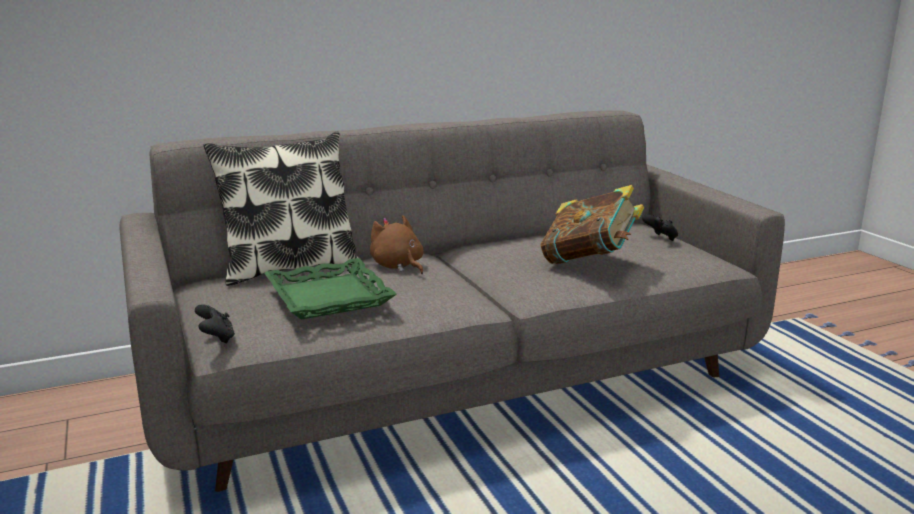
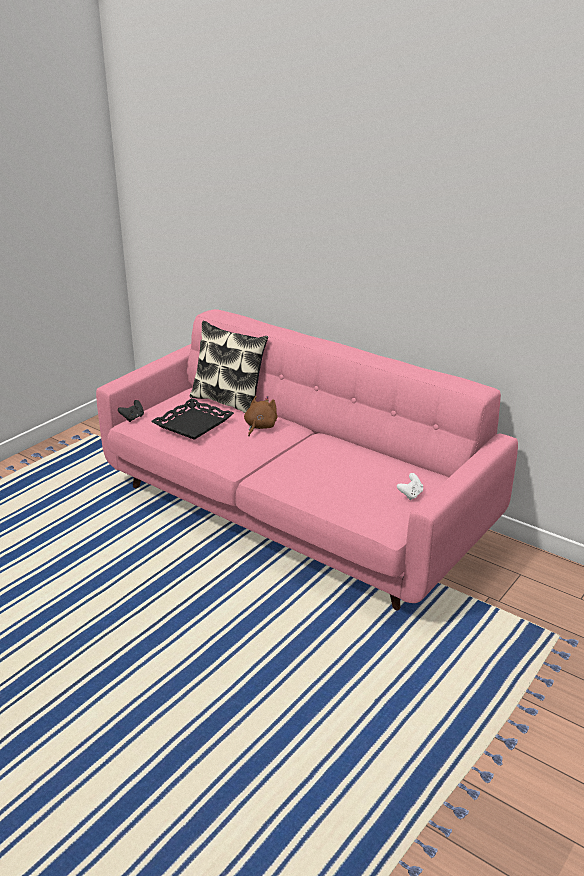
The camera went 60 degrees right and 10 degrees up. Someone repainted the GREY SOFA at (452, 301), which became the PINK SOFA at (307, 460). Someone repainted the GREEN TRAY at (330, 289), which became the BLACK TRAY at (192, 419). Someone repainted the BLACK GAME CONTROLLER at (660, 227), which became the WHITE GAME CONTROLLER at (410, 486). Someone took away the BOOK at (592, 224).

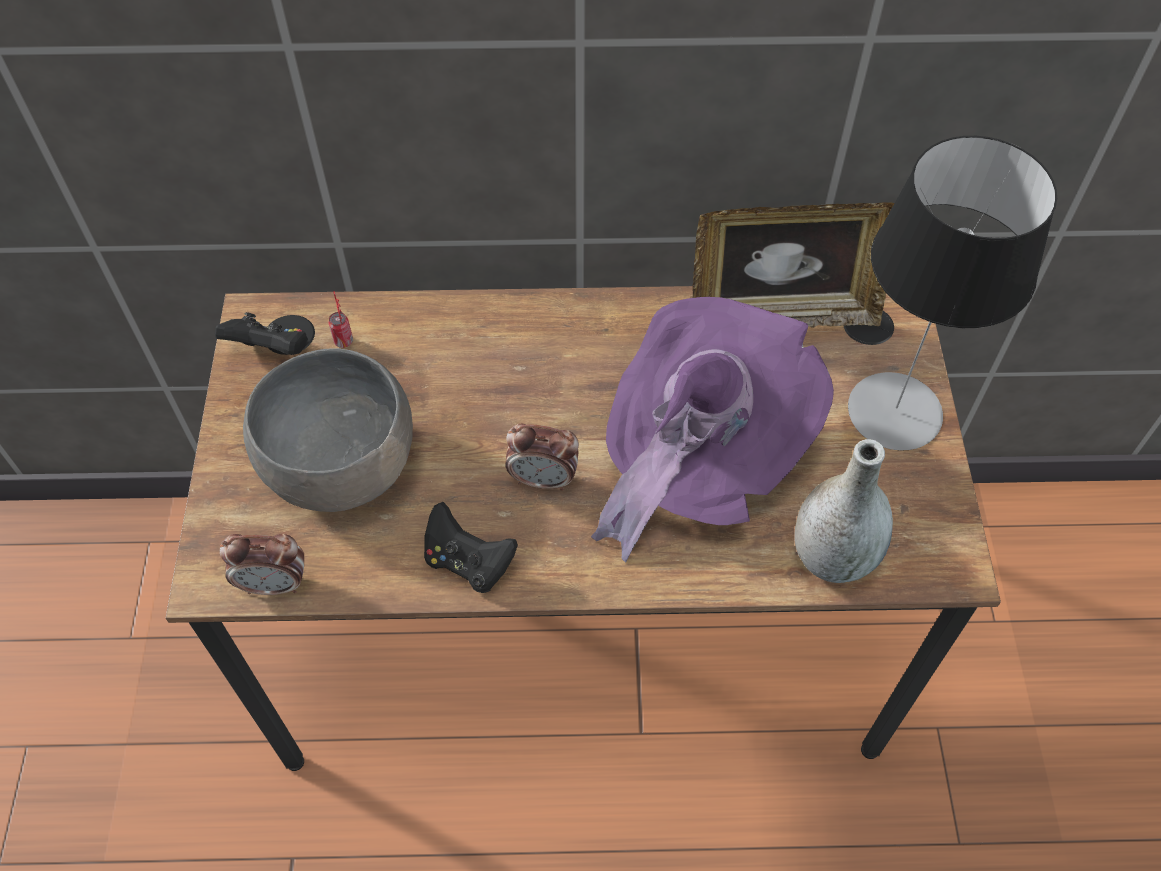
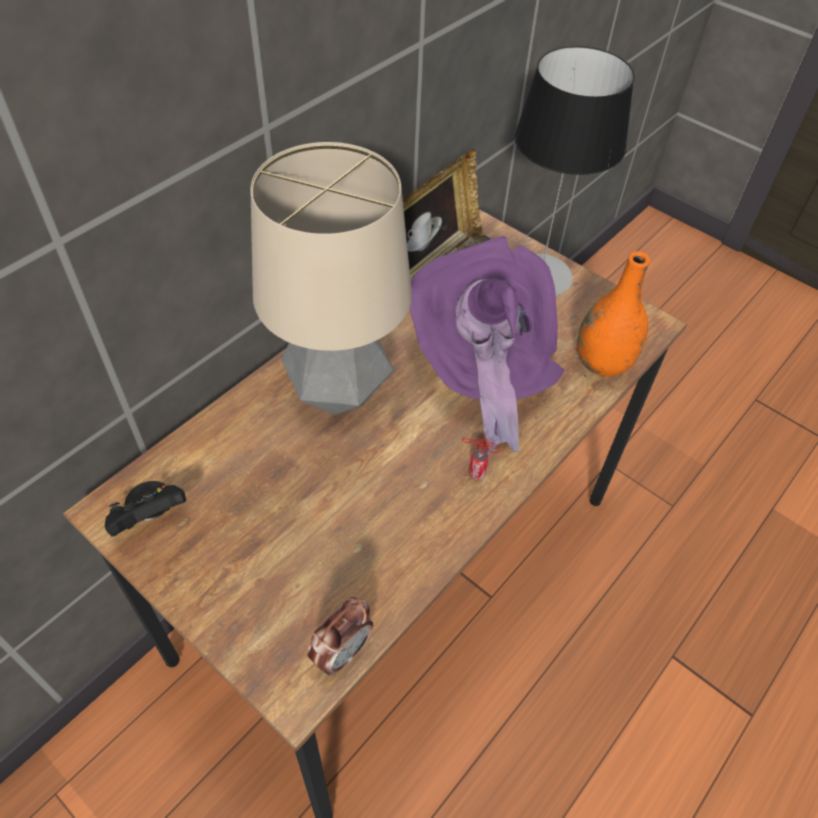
The camera went 50 degrees left and 5 degrees down. Someone put down the TABLE LAMP at (331, 278). Someone carried the CAN from (340, 319) to (481, 456). Someone repainted the GREY VASE at (844, 511), which became the ORANGE VASE at (613, 314). Someone took away the GREY BOWL at (328, 430). Someone took away the BLACK GAME CONTROLLER at (471, 547). Someone took away the ALARM CLOCK at (542, 457).

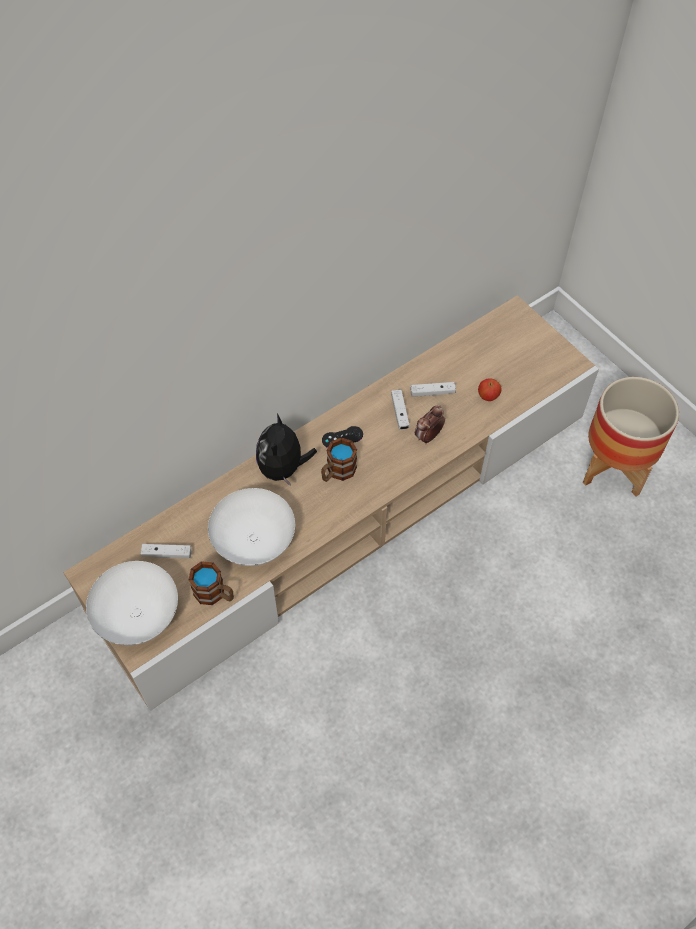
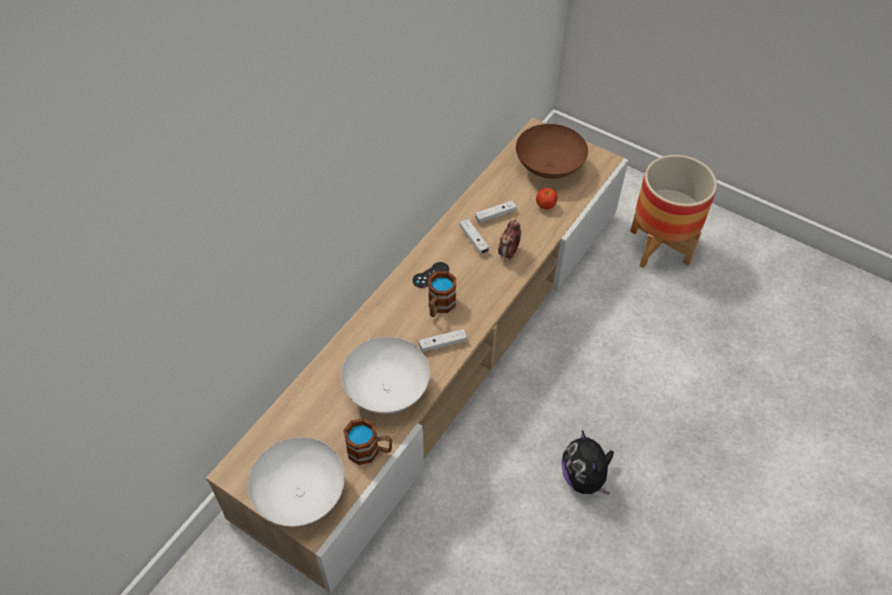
The camera went 20 degrees left and 5 degrees down. Someone carried the WHITE GAME CONTROLLER from (166, 551) to (443, 340). Someone put down the BROWN BOWL at (552, 151). Someone carried the PLUSH TOY from (286, 450) to (587, 462).

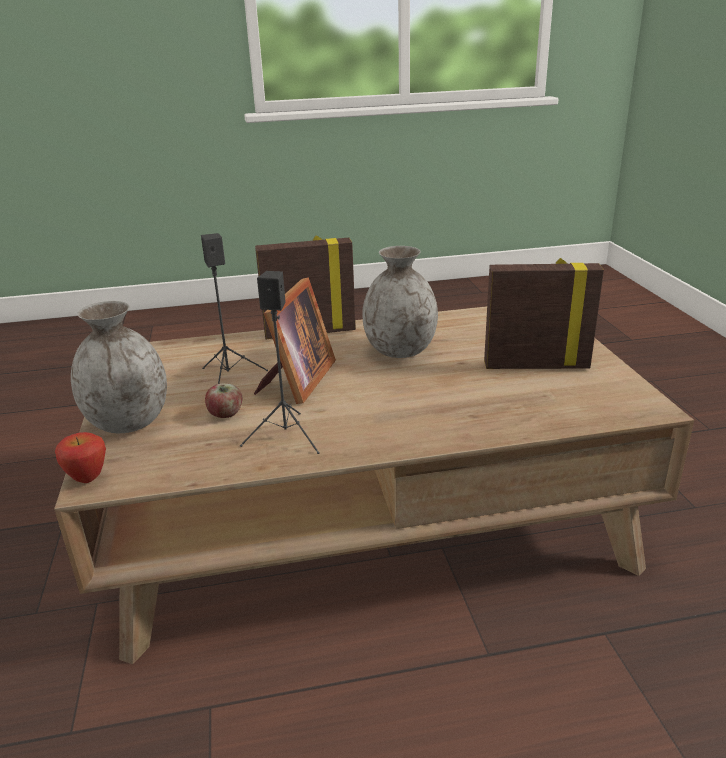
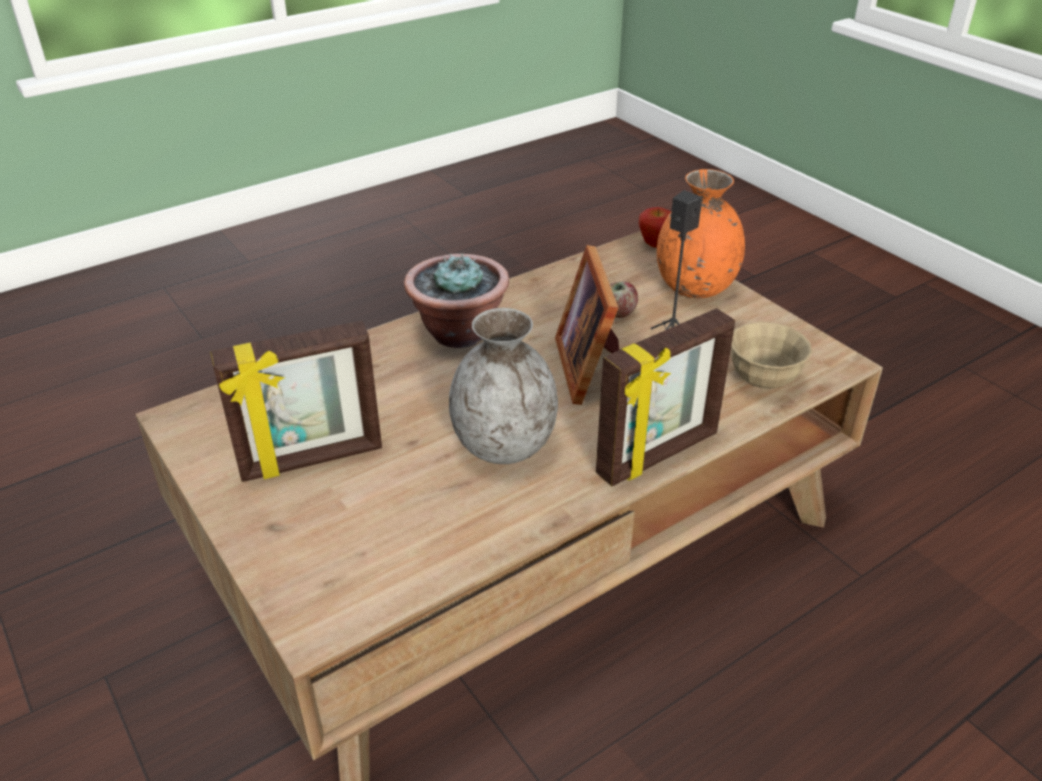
The camera went 155 degrees right and 10 degrees up. Someone put down the POTTED PLANT at (456, 301). Someone repainted the GREY VASE at (119, 367), which became the ORANGE VASE at (701, 233). Someone put down the BEIGE BOWL at (771, 355). Someone took away the BLACK SPEAKER at (280, 362).

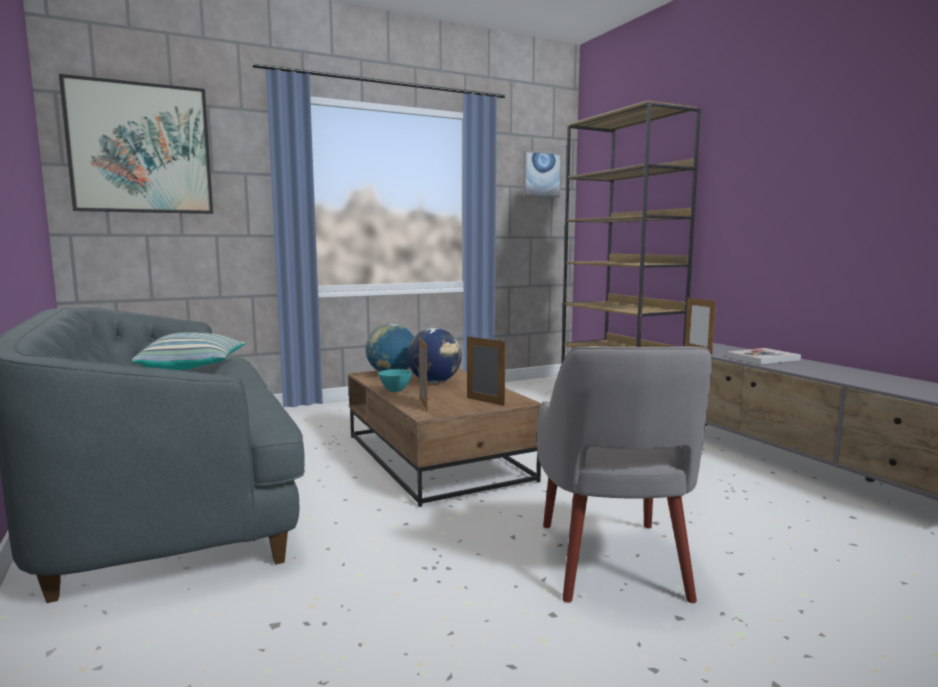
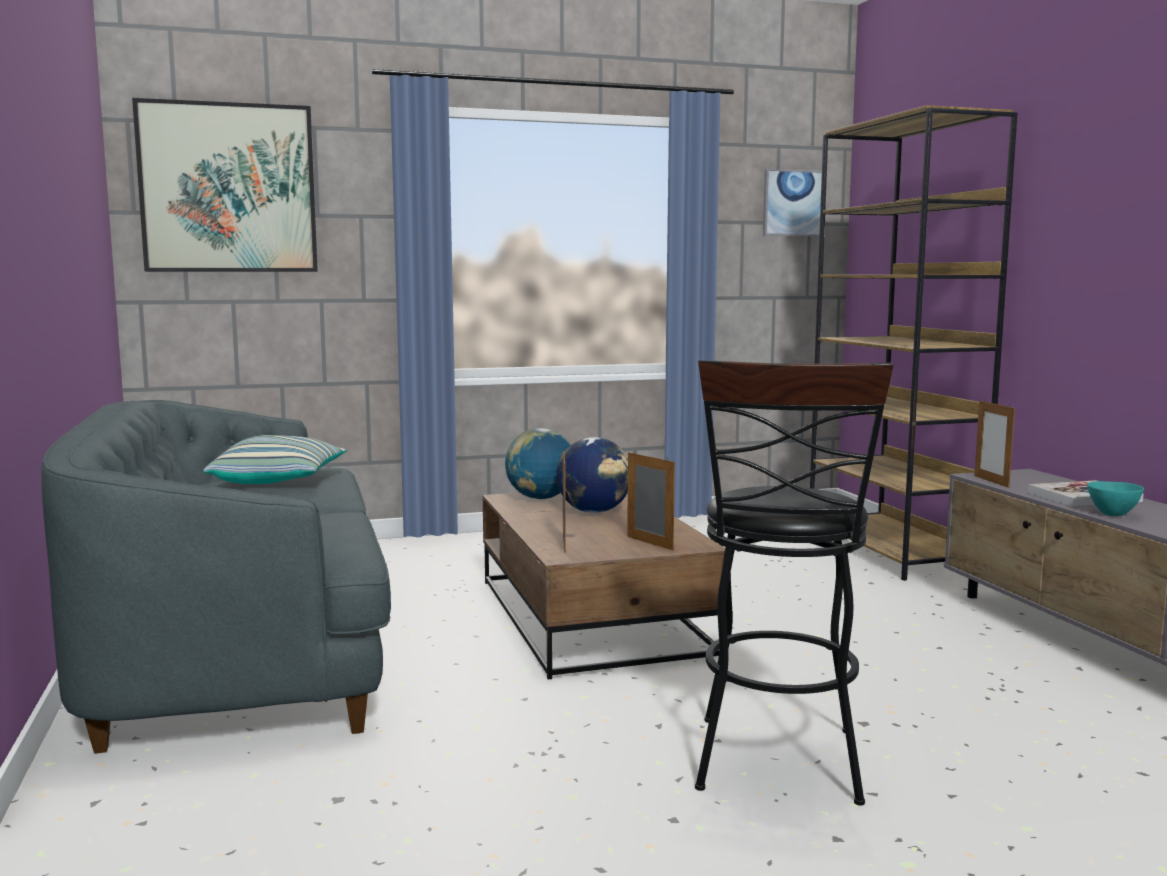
The camera went 10 degrees right and 0 degrees up. Someone swapped the GREY ARMCHAIR at (624, 474) for the BLACK STOOL at (794, 582). Someone carried the TURQUOISE BOWL from (395, 380) to (1115, 498).

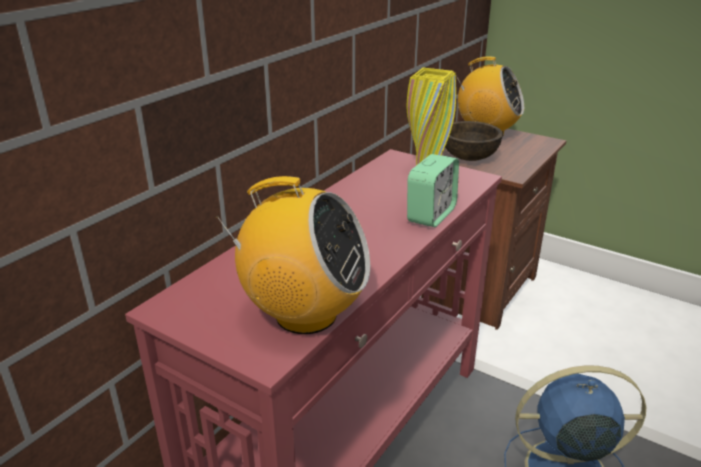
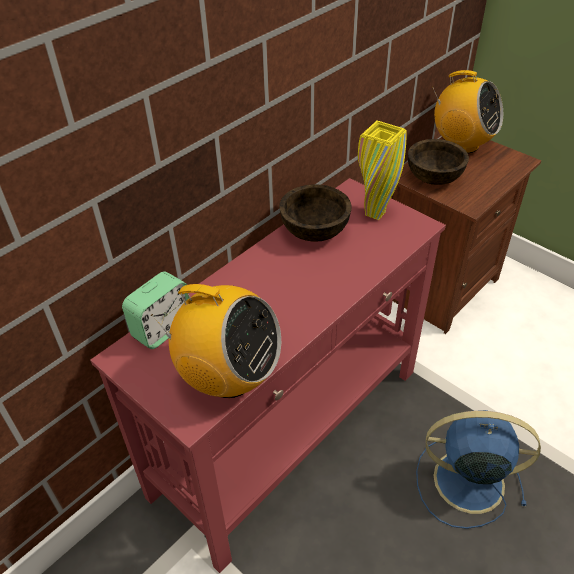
The camera went 10 degrees right and 15 degrees up. Someone carried the ALARM CLOCK from (433, 190) to (155, 310). Someone put down the BROWN BOWL at (315, 213).

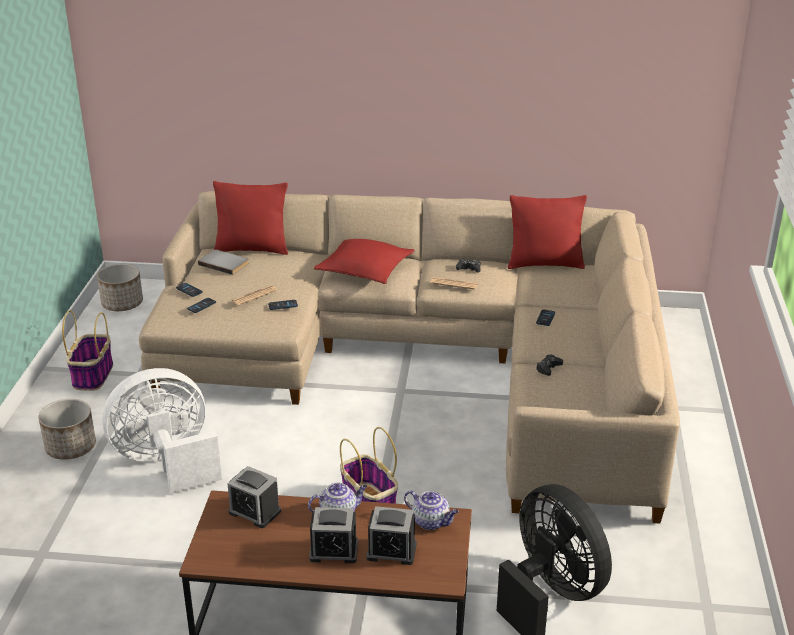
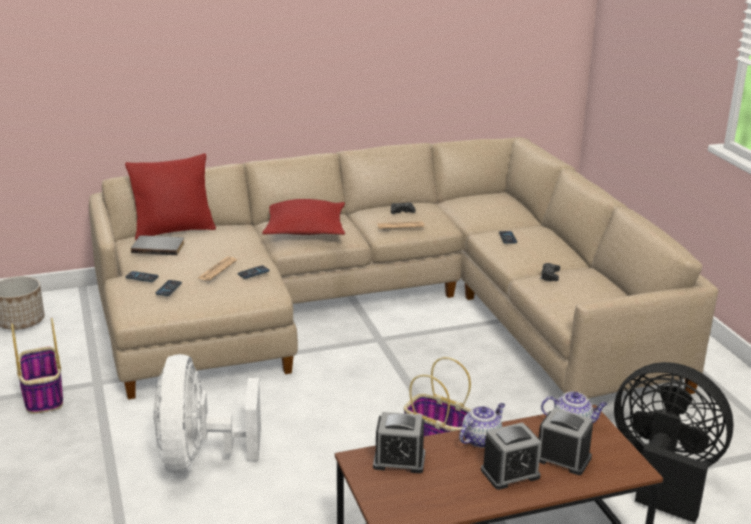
The camera went 25 degrees left and 5 degrees down. Someone rotated the WHITE FAN at (162, 430) by 45 degrees counterclockwise. Someone rotated the ALARM CLOCK at (391, 535) by 135 degrees counterclockwise. Someone took away the PLANTER at (67, 429). Someone took away the RED PILLOW at (547, 232).

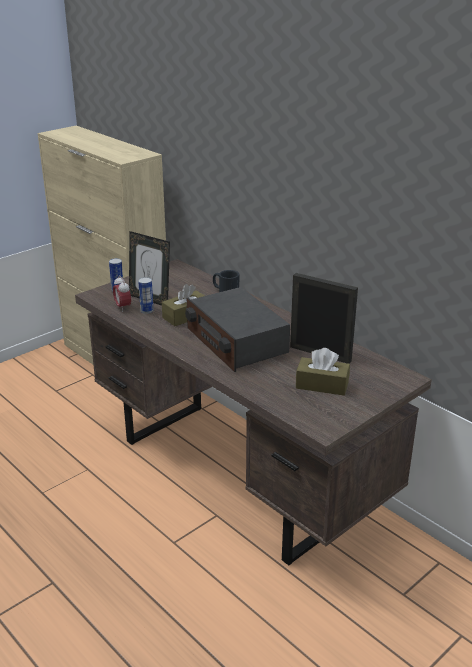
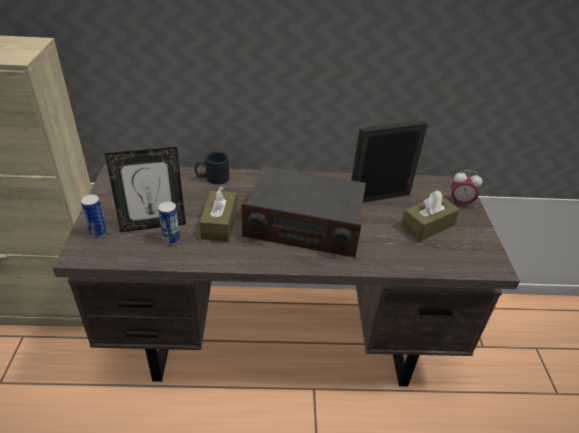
The camera went 50 degrees left and 10 degrees up. Someone carried the ALARM CLOCK from (122, 293) to (466, 188).

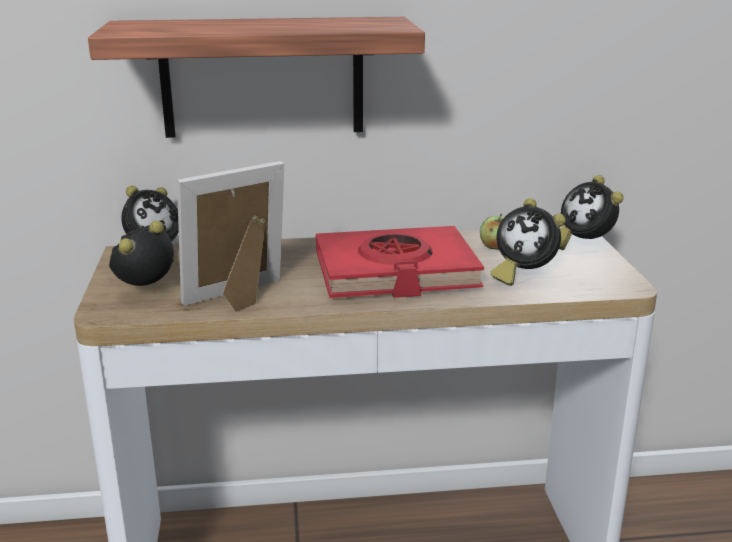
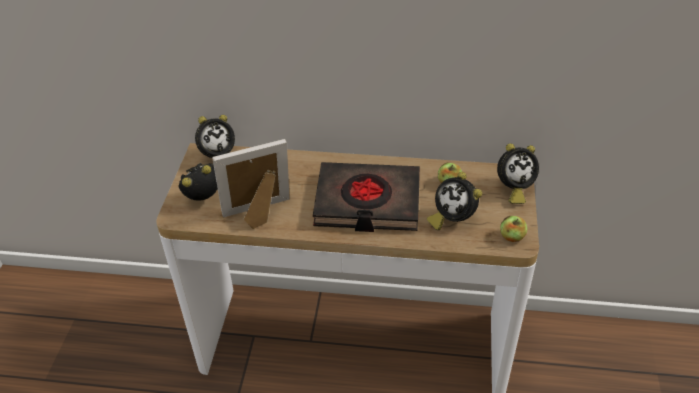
The camera went 15 degrees right and 20 degrees up. Someone repainted the RED BOOK at (400, 262), which became the BLACK BOOK at (366, 197). Someone rotated the ALARM CLOCK at (591, 212) by 90 degrees counterclockwise. Someone put down the APPLE at (513, 229). Someone took away the SHELF at (256, 77).

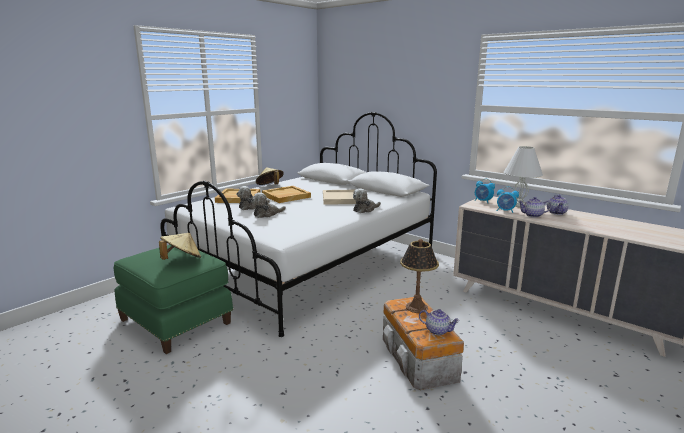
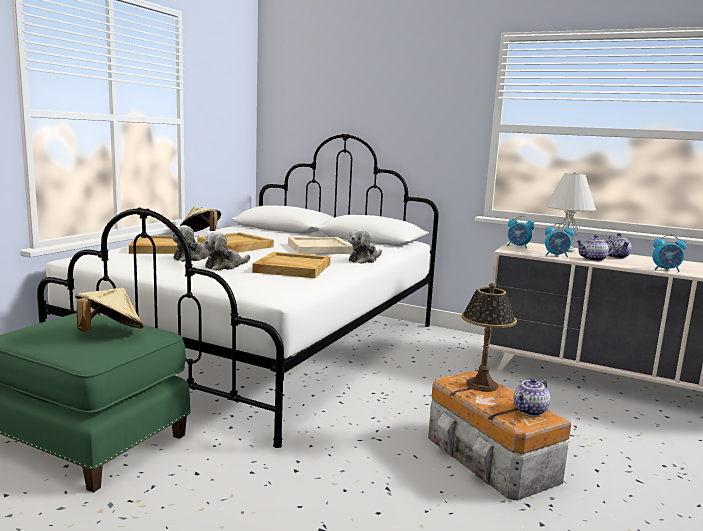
The camera went 15 degrees left and 5 degrees down. Someone put down the BEIGE TRAY at (291, 265). Someone rotated the TEAPOT at (439, 322) by 120 degrees clockwise. Someone put down the ALARM CLOCK at (669, 253).

